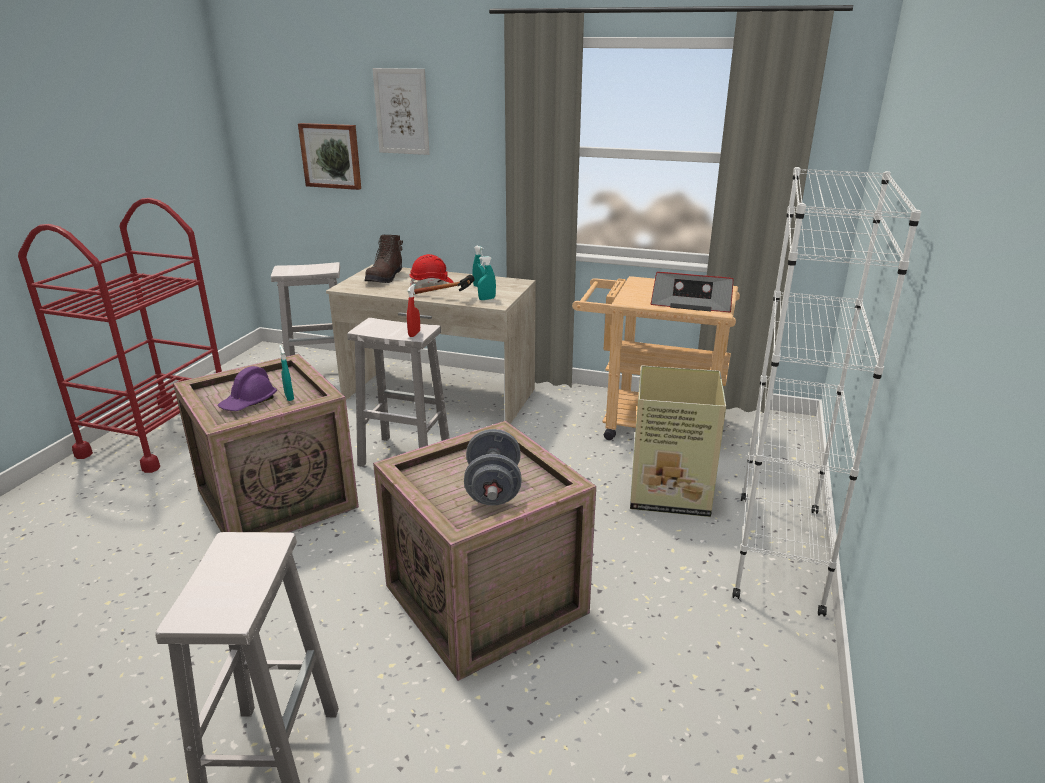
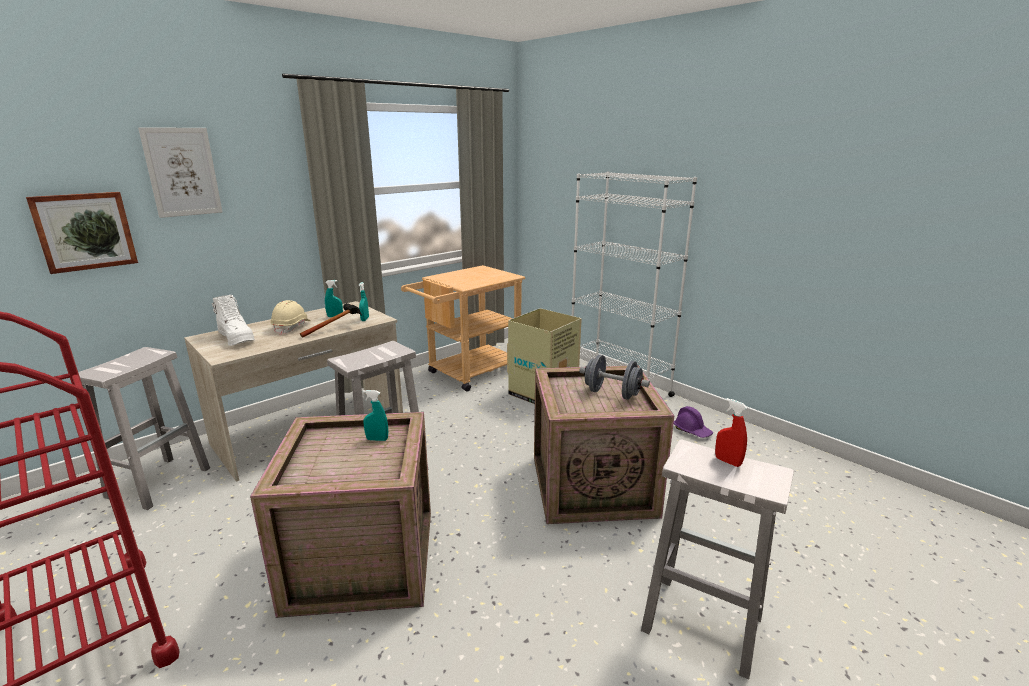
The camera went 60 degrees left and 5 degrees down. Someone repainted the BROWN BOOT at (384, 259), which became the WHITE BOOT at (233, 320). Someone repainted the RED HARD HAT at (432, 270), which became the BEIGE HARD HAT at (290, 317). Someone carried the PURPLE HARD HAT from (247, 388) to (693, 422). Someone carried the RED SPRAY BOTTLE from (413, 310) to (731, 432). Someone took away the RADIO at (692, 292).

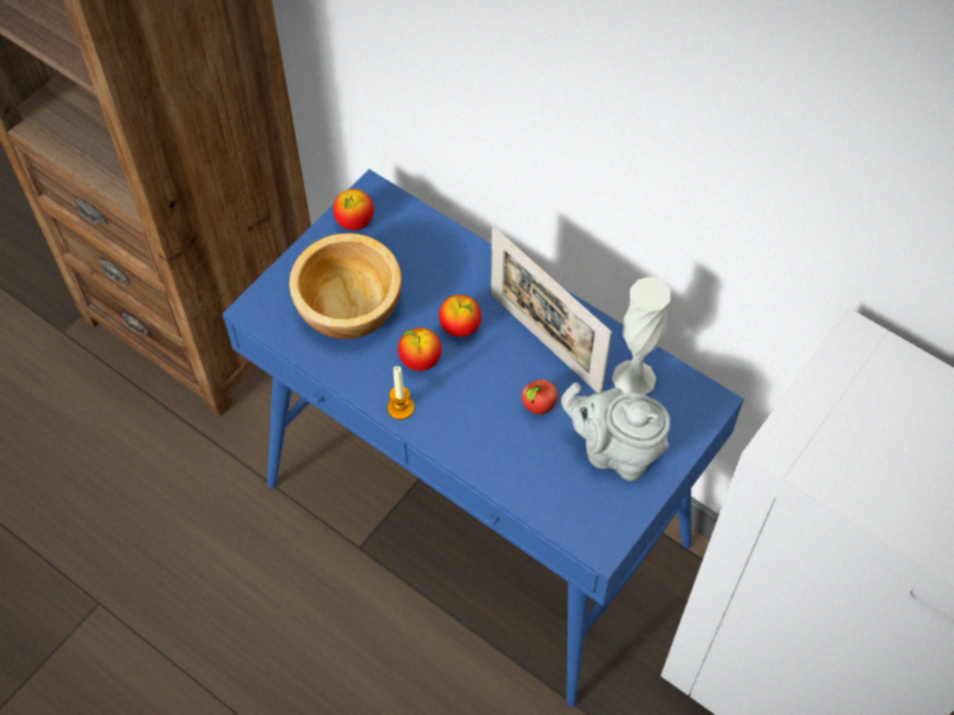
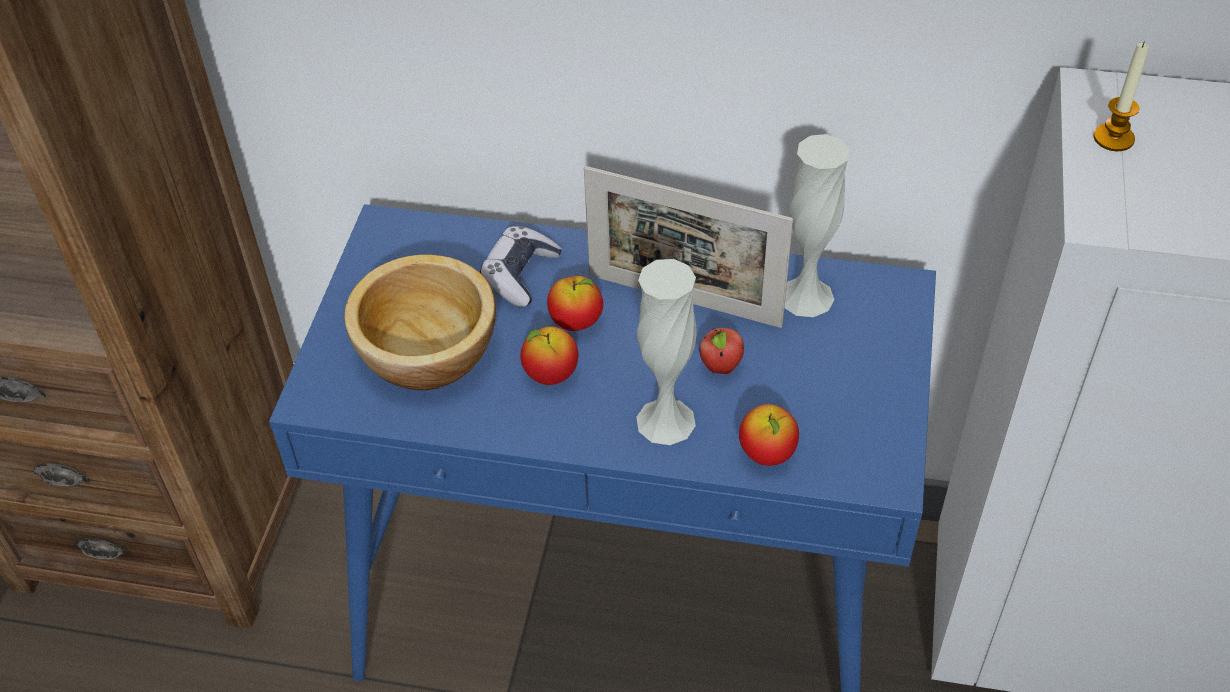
The camera went 25 degrees left and 10 degrees down. Someone put down the GAME CONTROLLER at (521, 266). Someone put down the WHITE VASE at (666, 352). Someone carried the APPLE from (353, 209) to (769, 435). Someone carried the CANDLE from (401, 393) to (1121, 96). Someone took away the GREY TEAPOT at (615, 432).

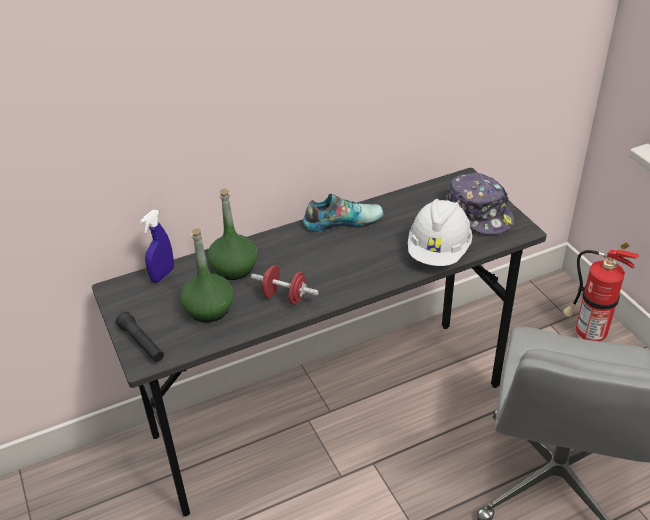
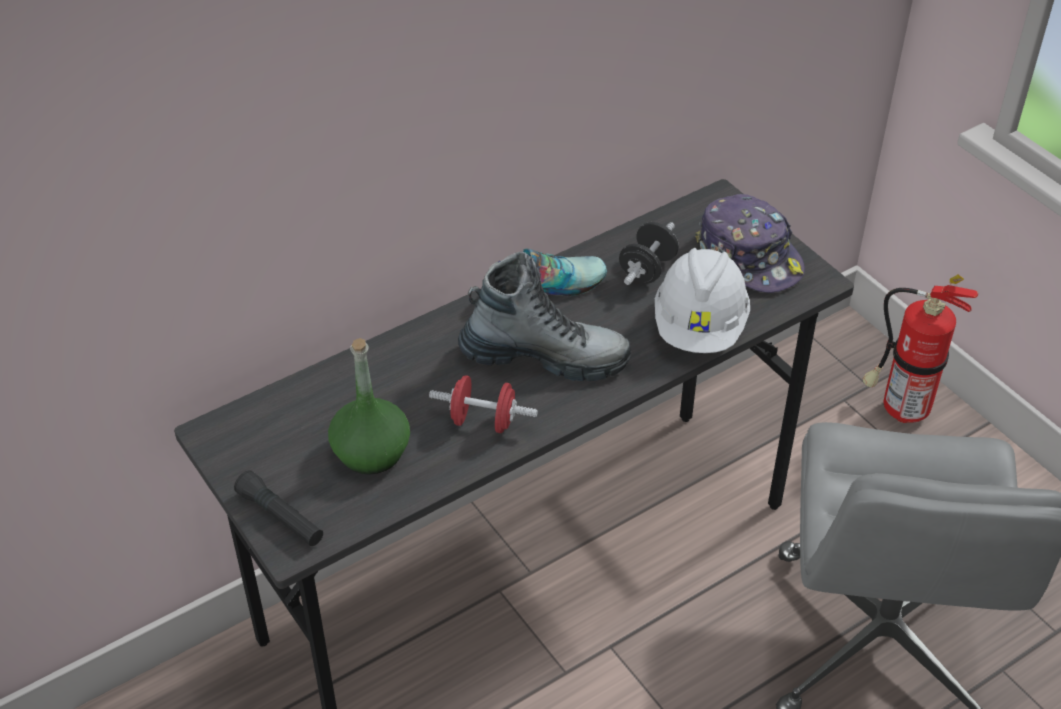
The camera went 10 degrees left and 5 degrees up. Someone put down the BOOT at (544, 316). Someone put down the BLACK DUMBBELL at (649, 253). Someone took away the BLUE SPRAY BOTTLE at (157, 246). Someone took away the GREEN BOTTLE at (232, 234).

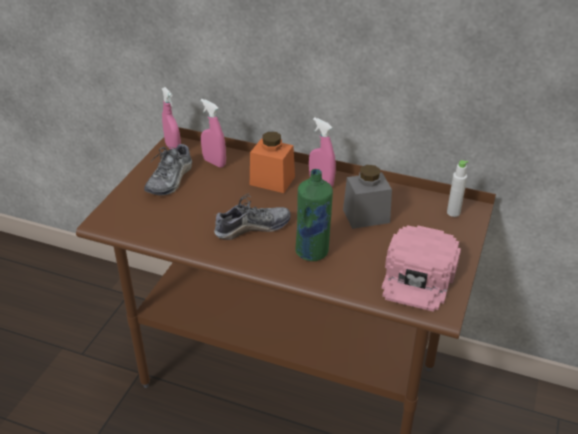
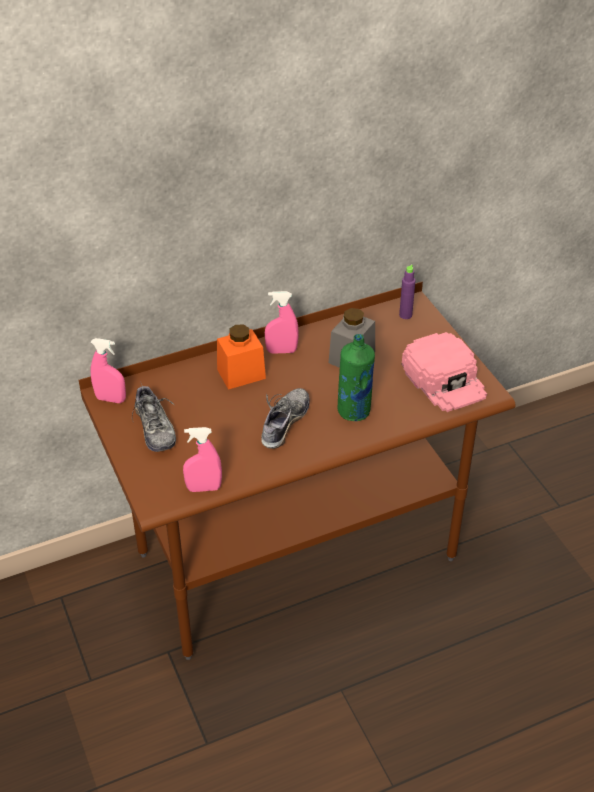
The camera went 45 degrees left and 5 degrees up. Someone carried the PINK SPRAY BOTTLE from (213, 133) to (202, 459). Someone repainted the WHITE BOTTLE at (458, 188), which became the PURPLE BOTTLE at (407, 292).

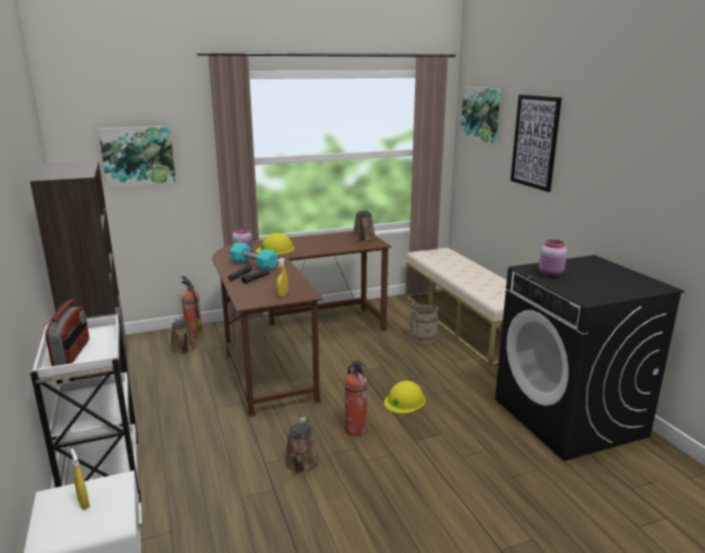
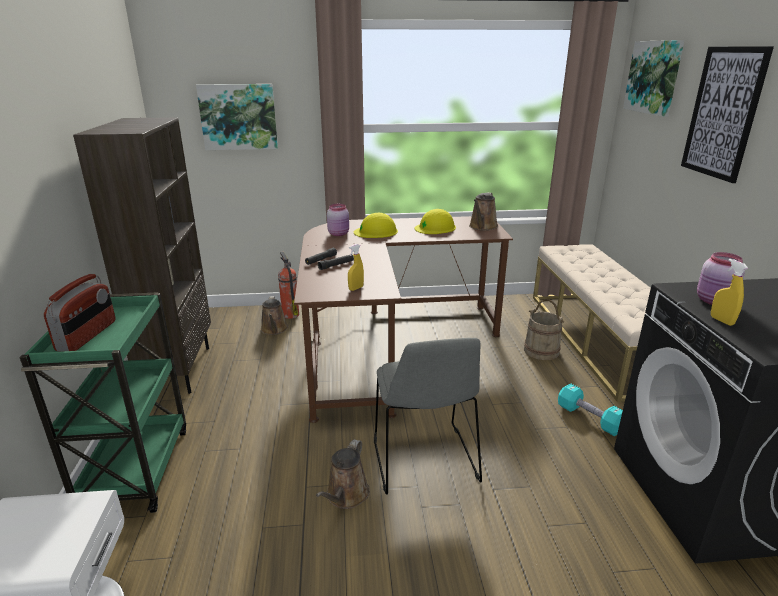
The camera went 15 degrees right and 5 degrees up. Someone repainted the WHITE CART at (85, 408), which became the GREEN CART at (102, 402). Someone swapped the FIRE EXTINGUISHER at (355, 398) for the GREY CHAIR at (428, 416). Someone carried the YELLOW HARD HAT from (405, 397) to (435, 221). Someone carried the TURQUOISE DUMBBELL from (253, 256) to (590, 410). Someone carried the YELLOW SPRAY BOTTLE from (80, 479) to (729, 292).

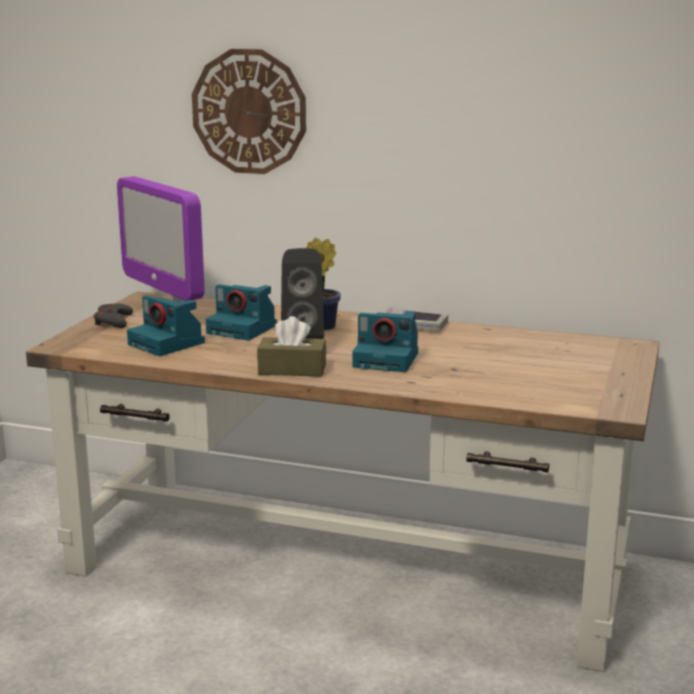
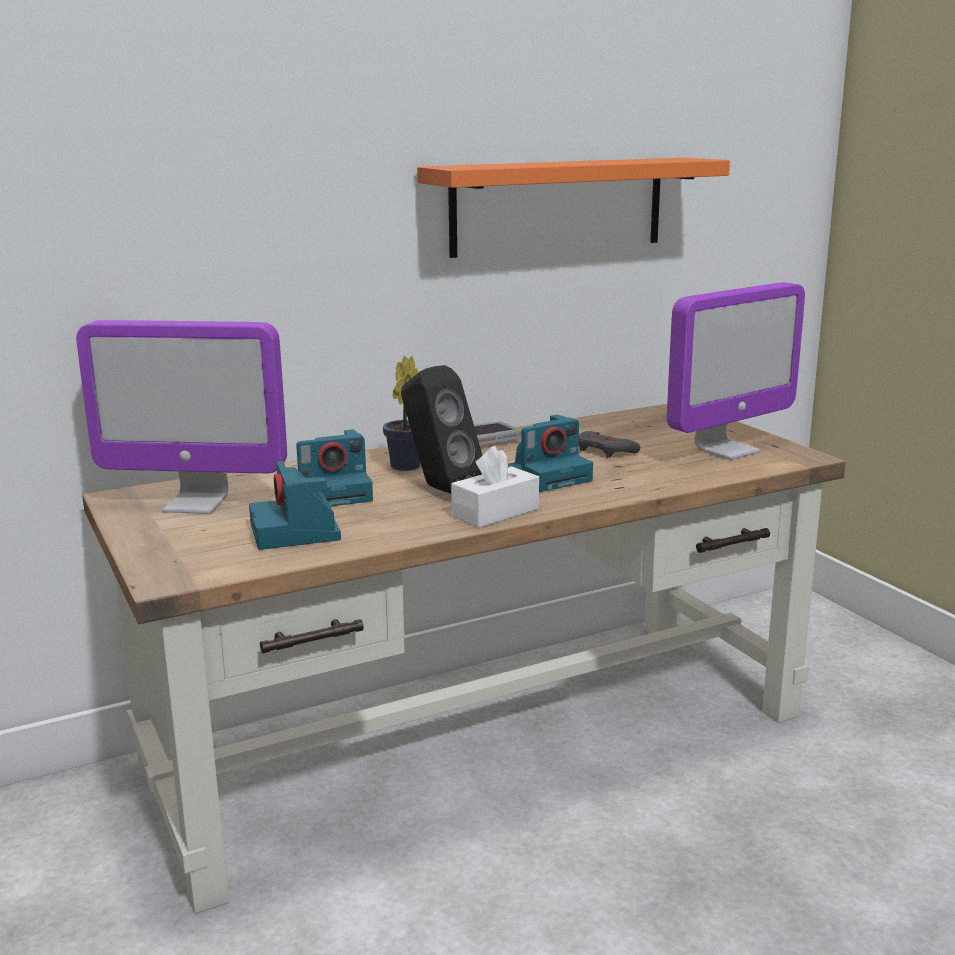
The camera went 45 degrees left and 0 degrees up. Someone rotated the PHOTO CAMERA at (166, 325) by 75 degrees clockwise. Someone put up the ORANGE SHELF at (573, 208). Someone repainted the BROWN TISSUE BOX at (291, 346), which became the WHITE TISSUE BOX at (495, 487). Someone carried the GREY GAME CONTROLLER from (113, 316) to (609, 444). Someone put down the MONITOR at (736, 371). Someone took away the WALL CLOCK at (249, 111).

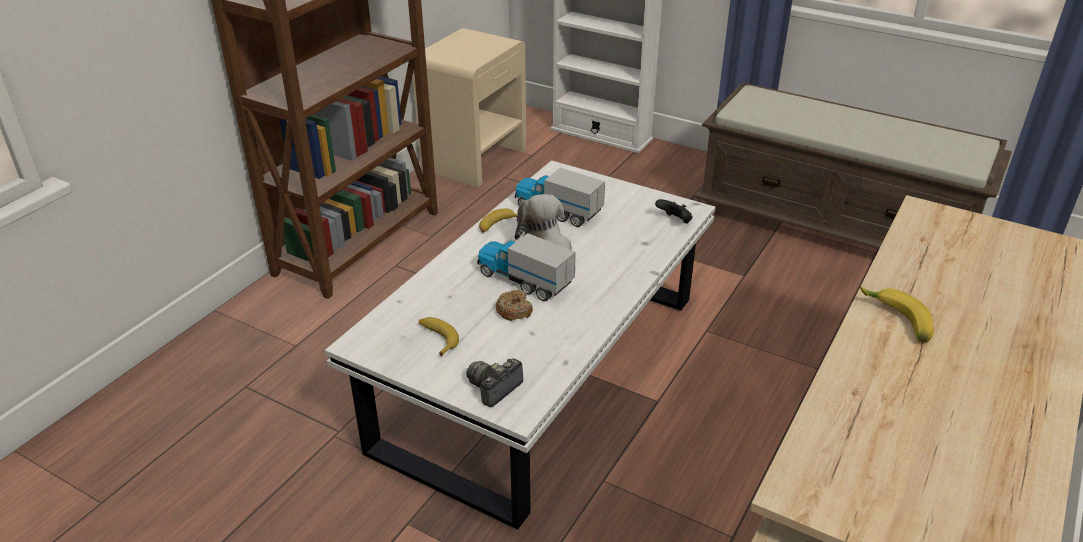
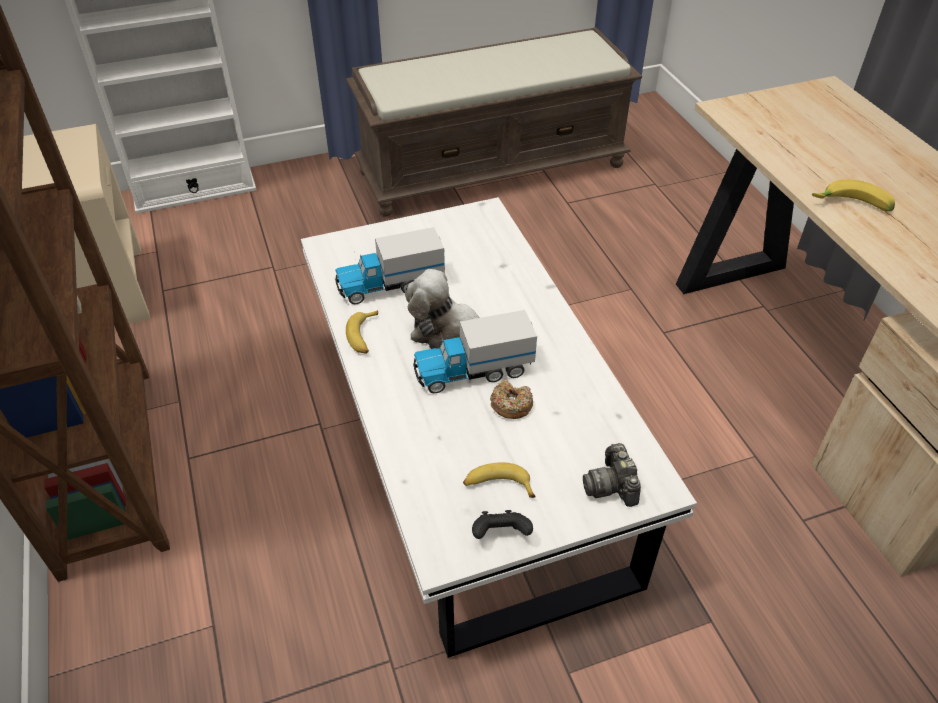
The camera went 50 degrees left and 10 degrees up. Someone carried the BLACK GAME CONTROLLER from (673, 211) to (502, 524).

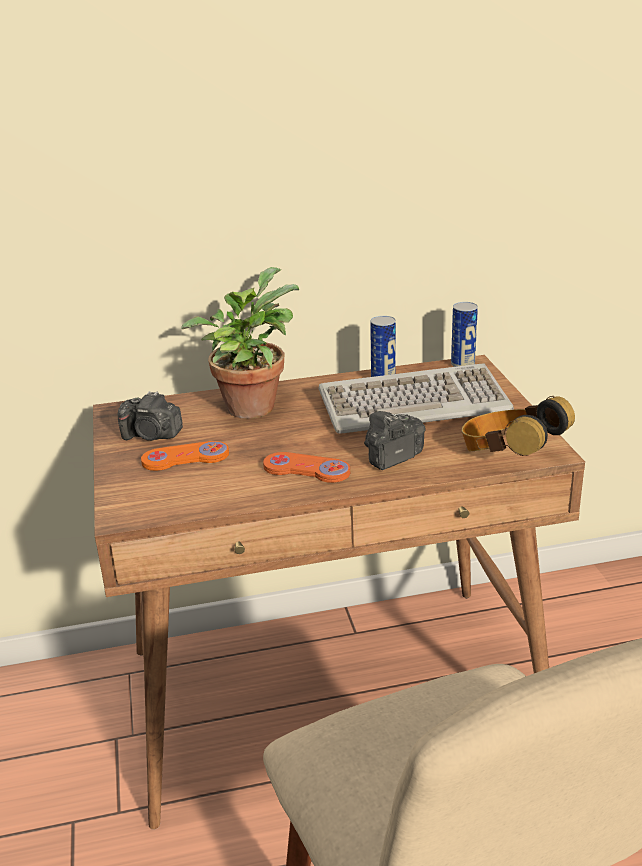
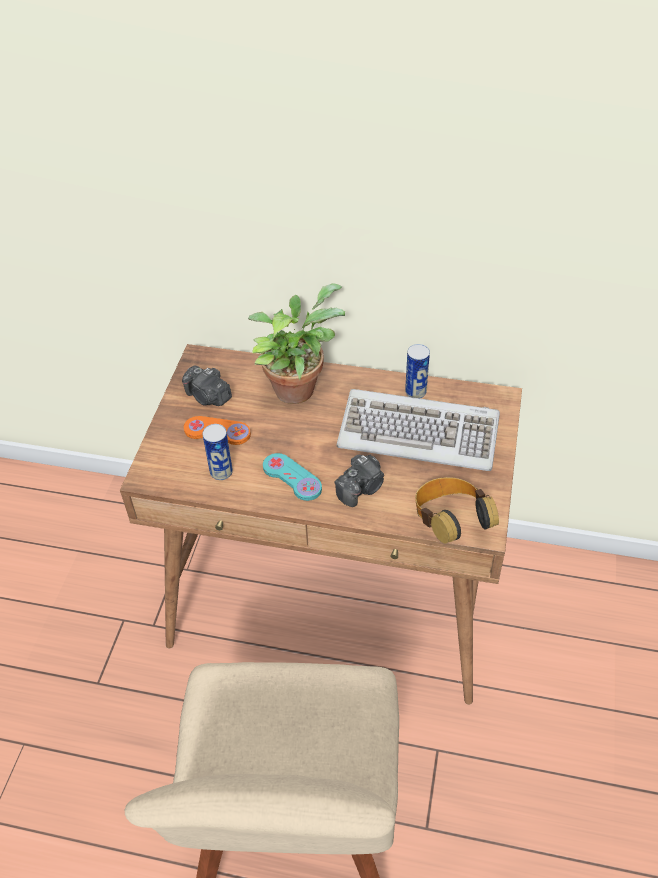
The camera went 25 degrees right and 20 degrees up. Someone carried the CAN from (464, 334) to (217, 452). Someone repainted the ORANGE GAME CONTROLLER at (306, 467), which became the TURQUOISE GAME CONTROLLER at (292, 477). Someone rotated the PHOTO CAMERA at (395, 440) by 150 degrees clockwise.

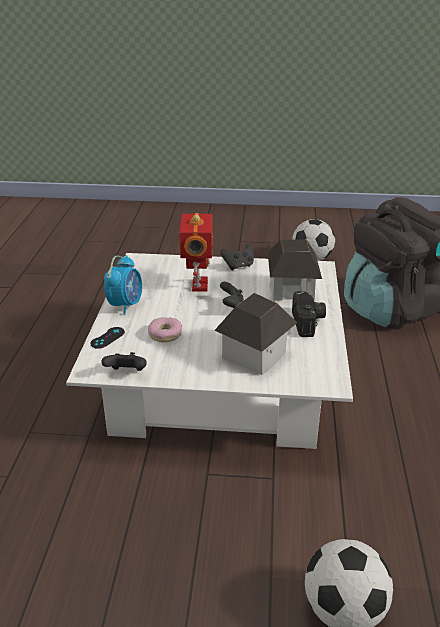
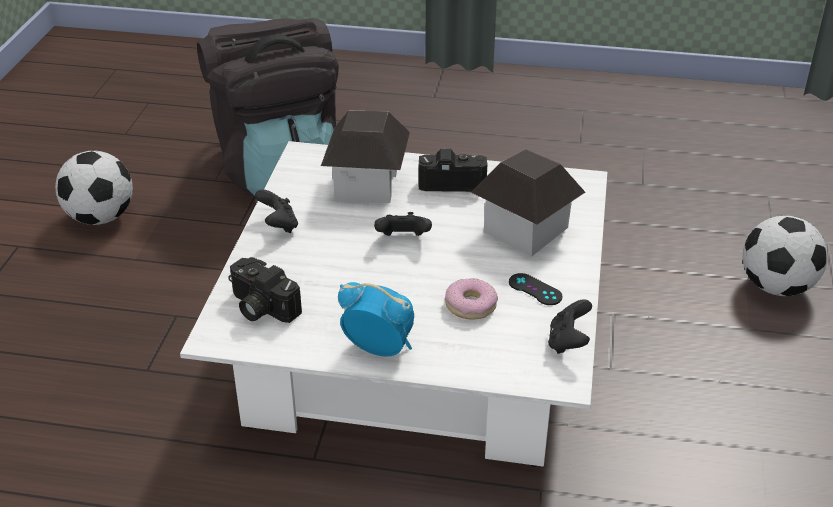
The camera went 85 degrees left and 5 degrees up. Someone put down the PHOTO CAMERA at (265, 290). Someone carried the BLACK GAME CONTROLLER from (107, 338) to (535, 289). Someone took away the TOY ROBOT at (196, 252).

